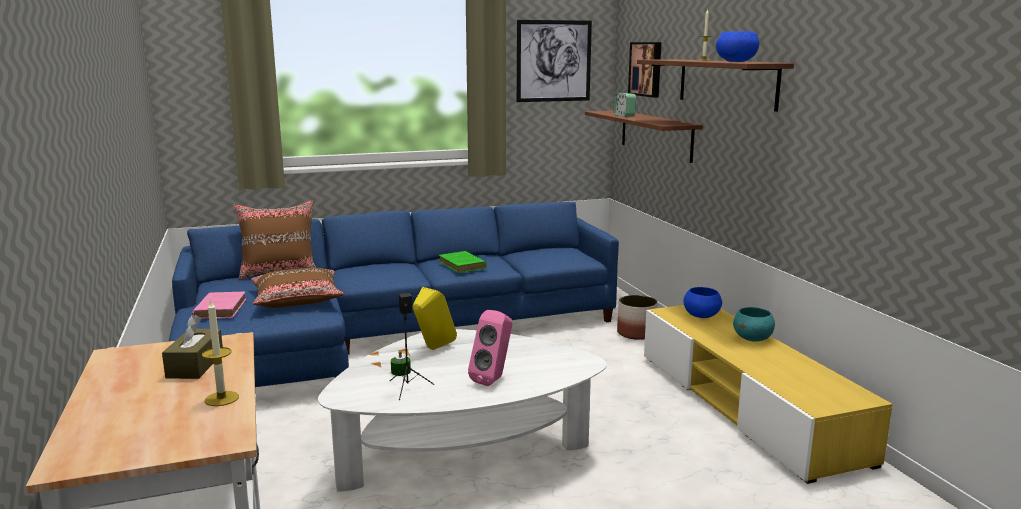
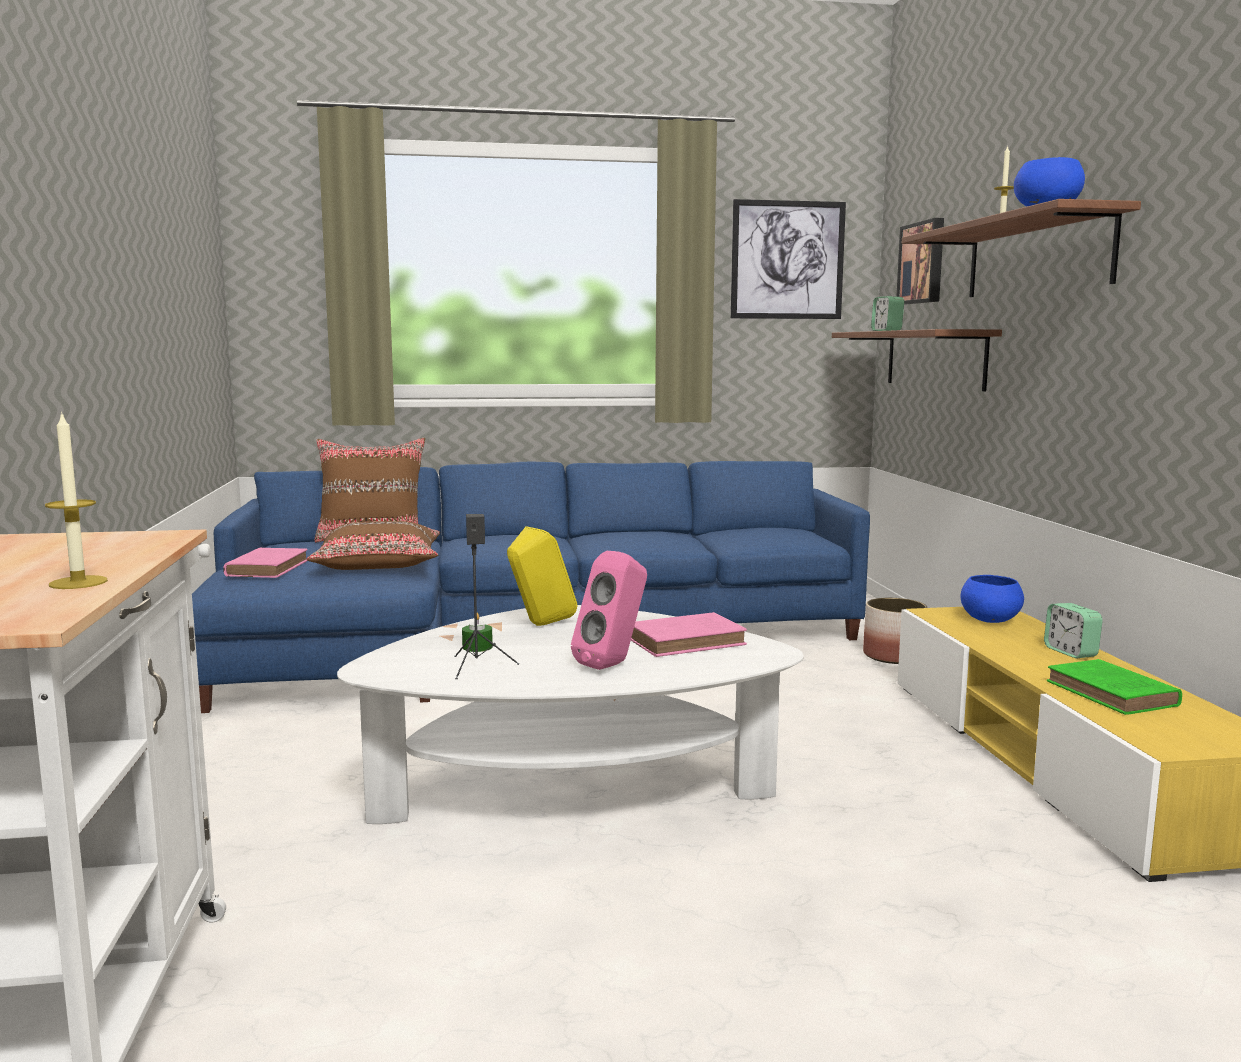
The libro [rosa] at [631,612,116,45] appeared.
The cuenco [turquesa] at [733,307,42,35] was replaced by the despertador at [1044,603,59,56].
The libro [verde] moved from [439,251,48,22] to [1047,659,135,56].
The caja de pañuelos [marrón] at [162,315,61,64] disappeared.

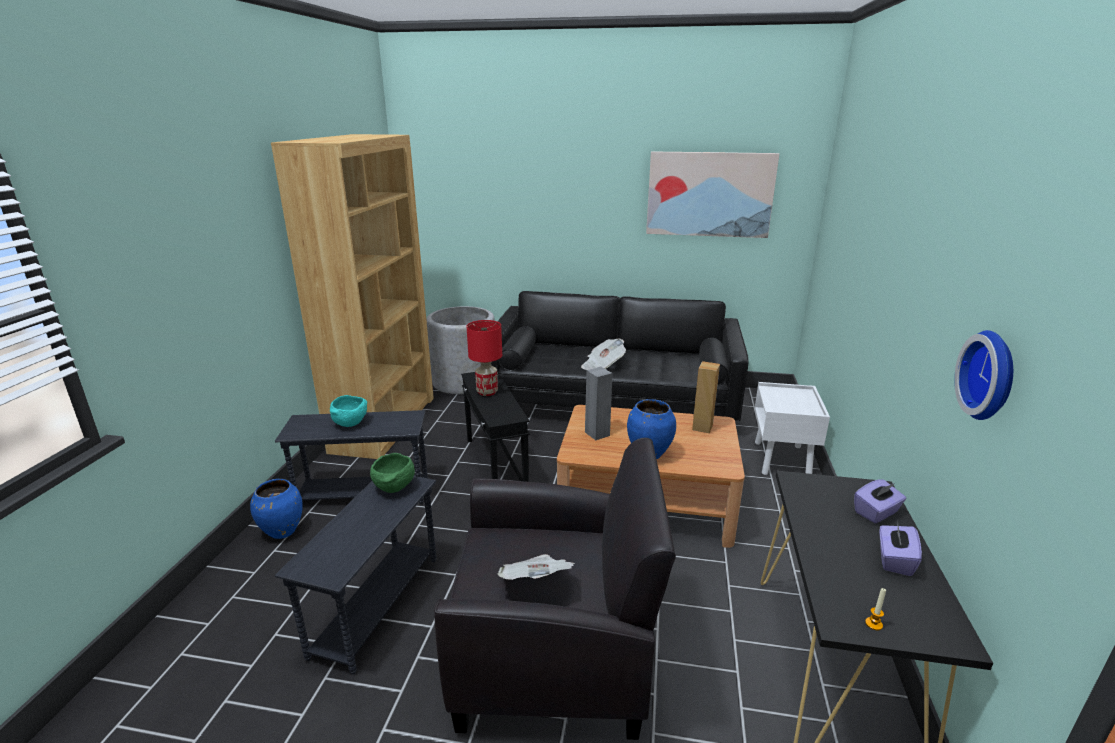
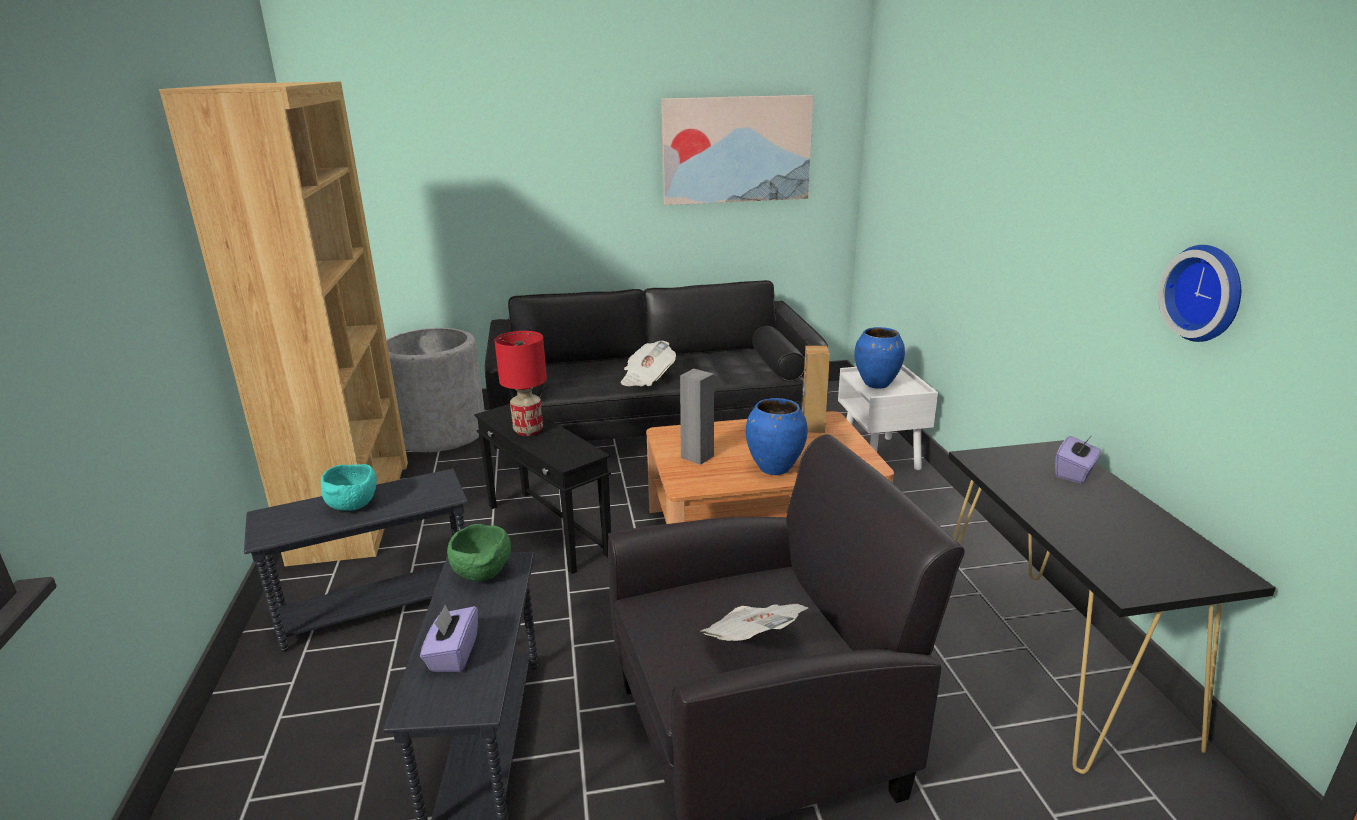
The caja de pañuelos [morado] moved from [879,520,43,56] to [420,605,58,67].
The florero [azul] moved from [250,479,53,60] to [854,327,51,62].
The vela at [865,588,21,42] disappeared.

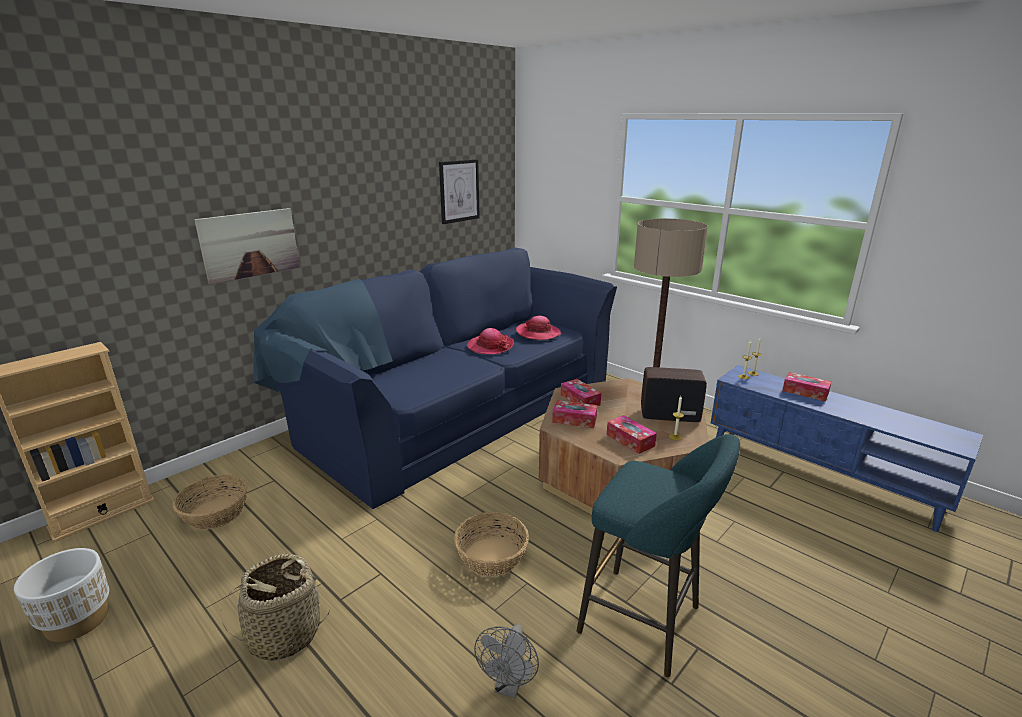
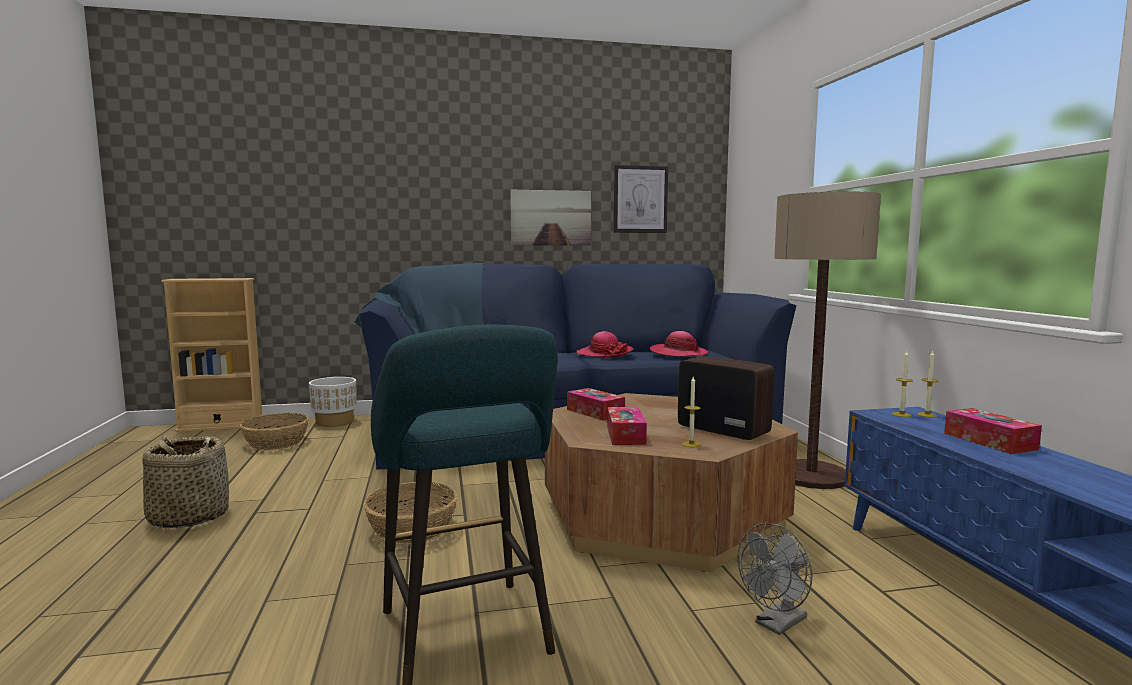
The maceta [blanco] moved from [14,548,95,94] to [309,377,48,50].
The cuadro moved from [194,208,105,76] to [510,190,81,55].
The ventilador [gris] moved from [474,624,65,75] to [738,523,75,112].
The caja de pañuelos at [561,379,40,27] disappeared.

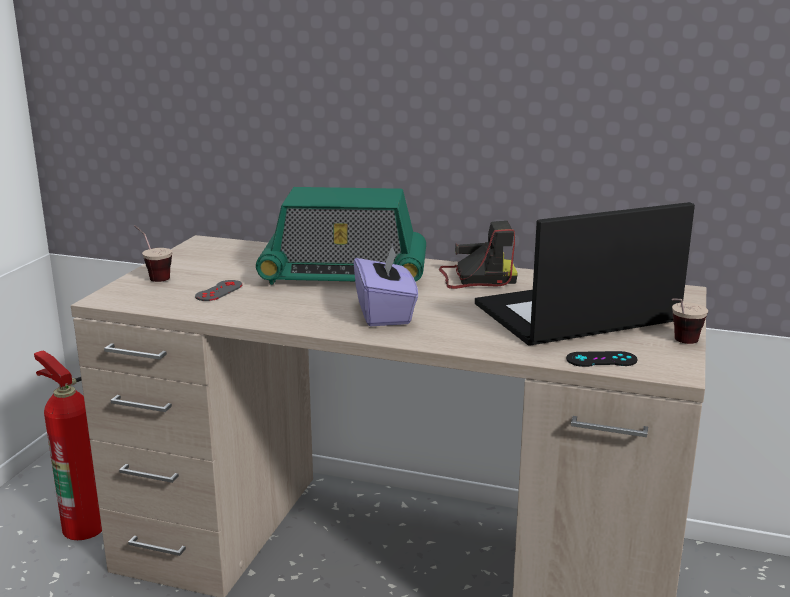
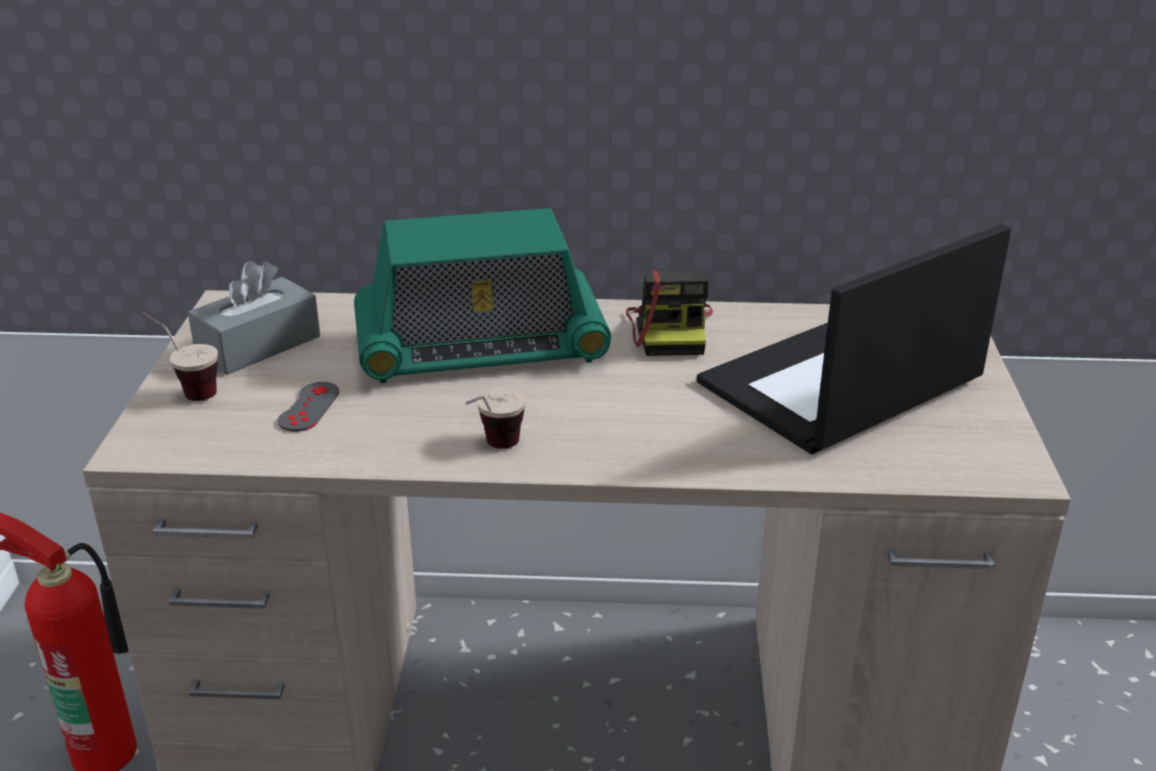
The caja de pañuelos [gris] at [188,261,132,114] appeared.
The taza moved from [672,298,36,46] to [466,388,60,61].
The cámara at [439,221,79,68] turned 105 degrees clockwise.
The caja de pañuelos [morado] at [353,244,65,83] disappeared.
The mando de consola [negro] at [566,351,71,16] disappeared.

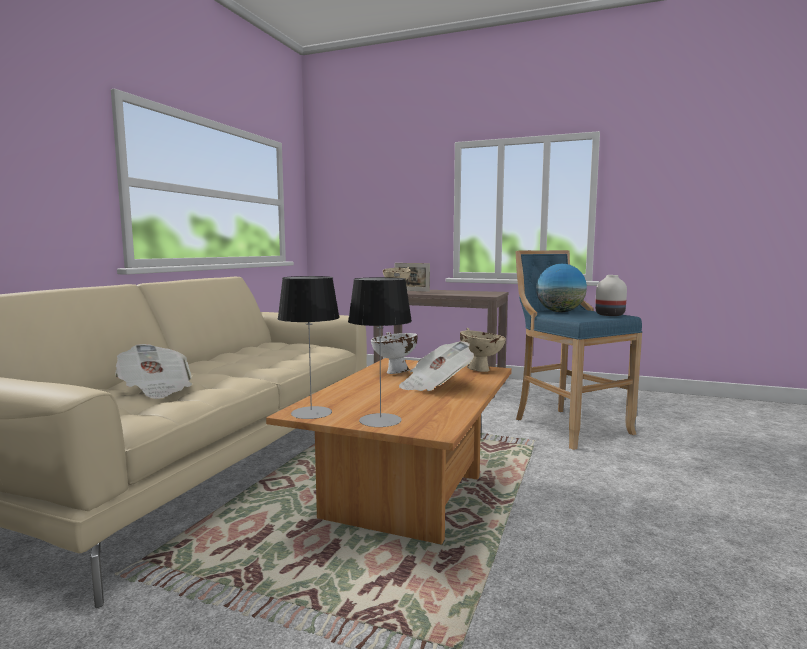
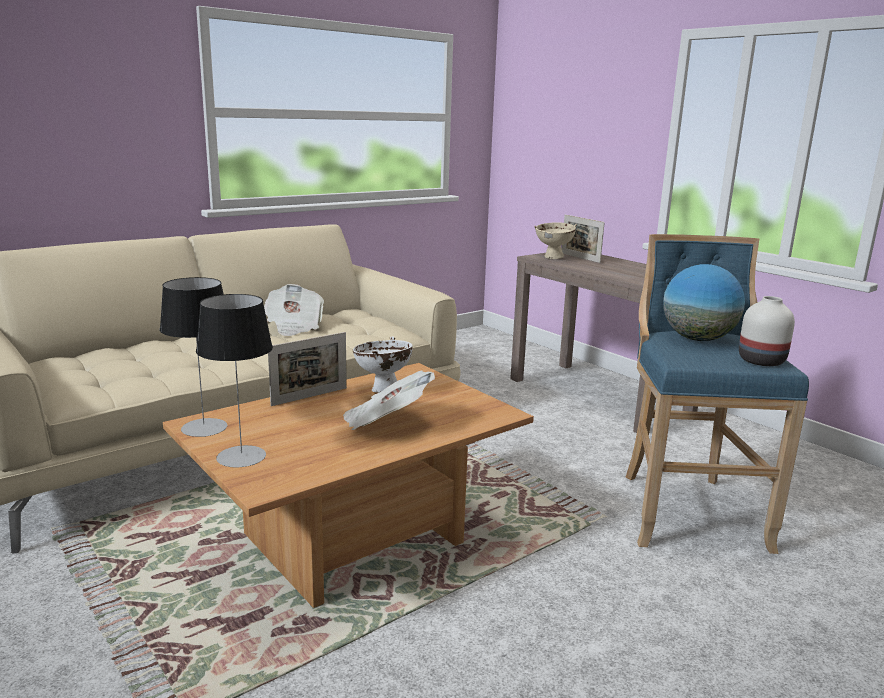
The periódico moved from [115,344,77,55] to [264,284,60,52].
The portarretratos at [268,332,79,74] appeared.
The cuenco [beis] at [460,328,46,44] disappeared.

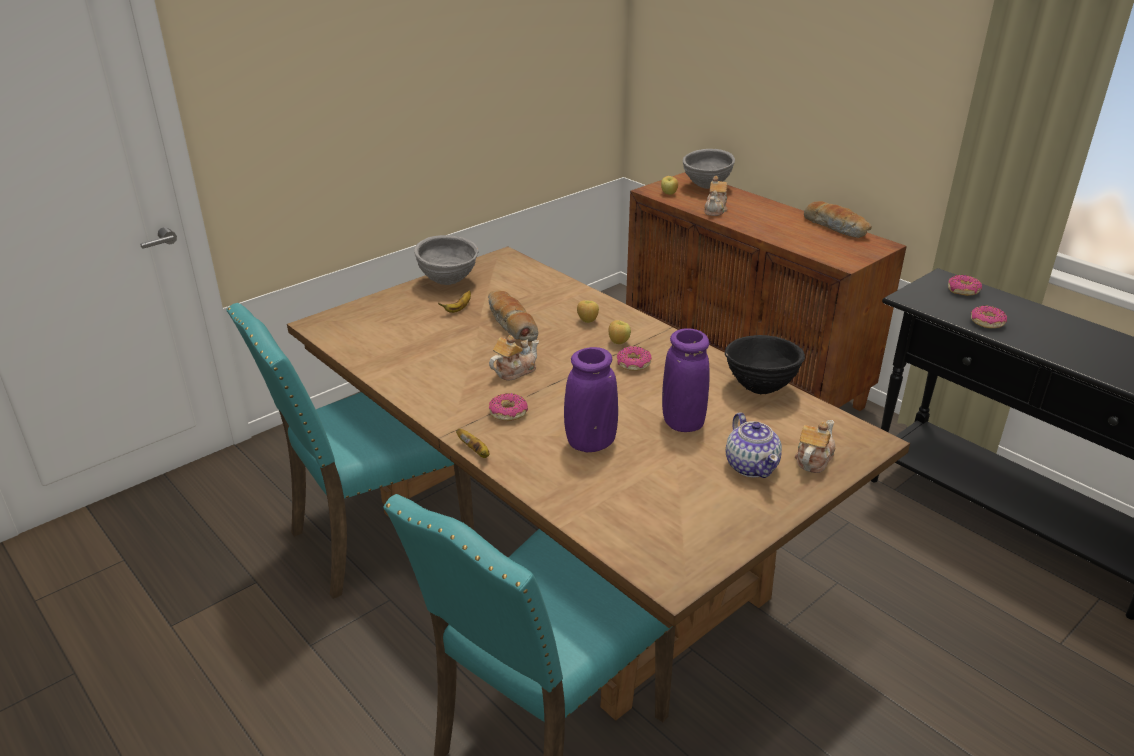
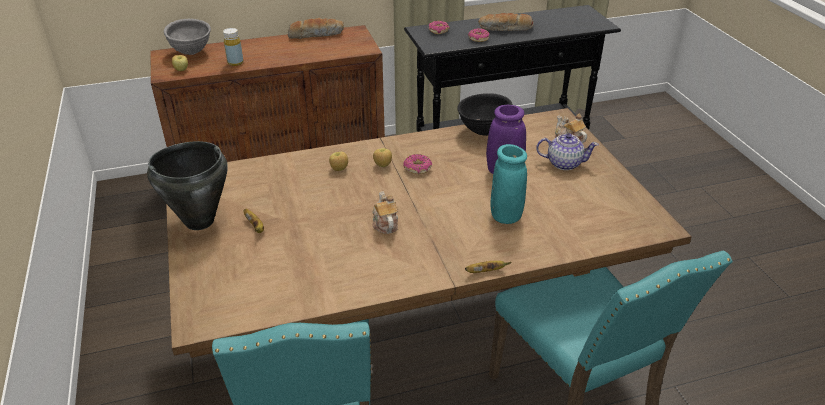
The cuenco [gris] at [414,235,64,50] was replaced by the olla [negro] at [147,141,81,89].
The tetera at [704,176,24,40] was replaced by the botella [amarillo] at [223,28,20,38].
The pan moved from [488,291,50,51] to [478,13,56,18].
The florero [morado] at [564,347,54,105] became the florero [turquesa] at [490,144,37,80].
The rosquilla at [489,393,39,28] disappeared.

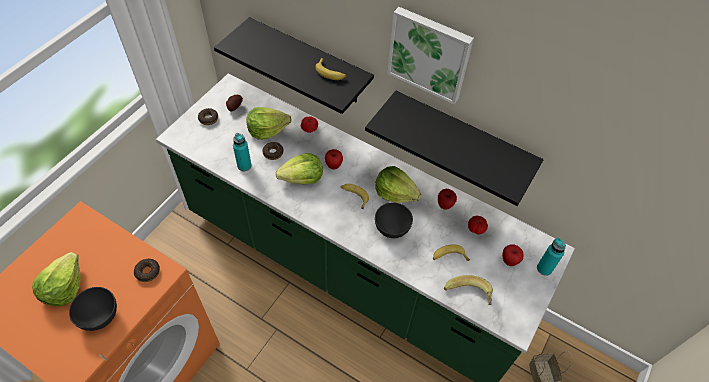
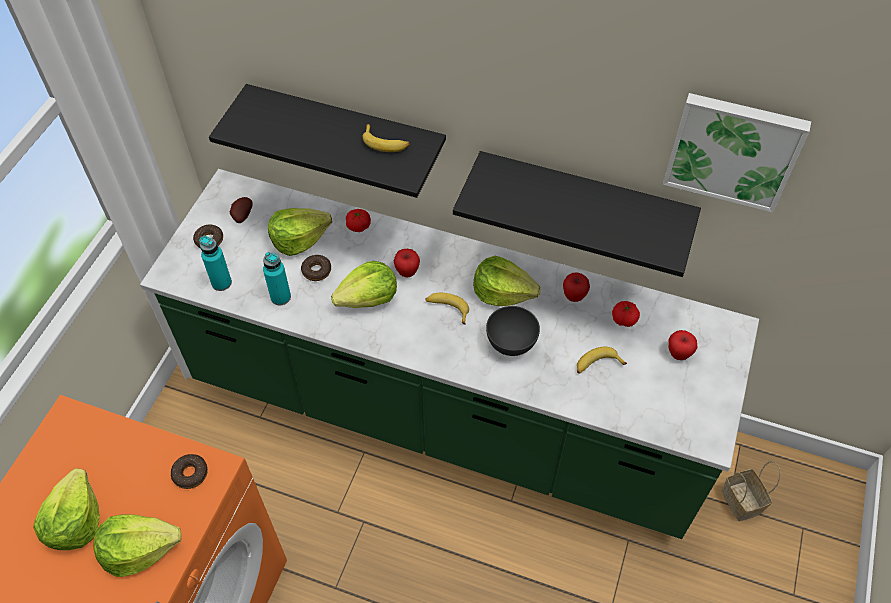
The cuenco [gris] at [69,287,48,44] was replaced by the lechuga at [93,514,89,63].
The botella [turquesa] moved from [537,238,29,38] to [199,236,33,55].
The cuadro moved from [387,7,87,97] to [663,93,148,120].
The plátano at [444,275,49,30] disappeared.

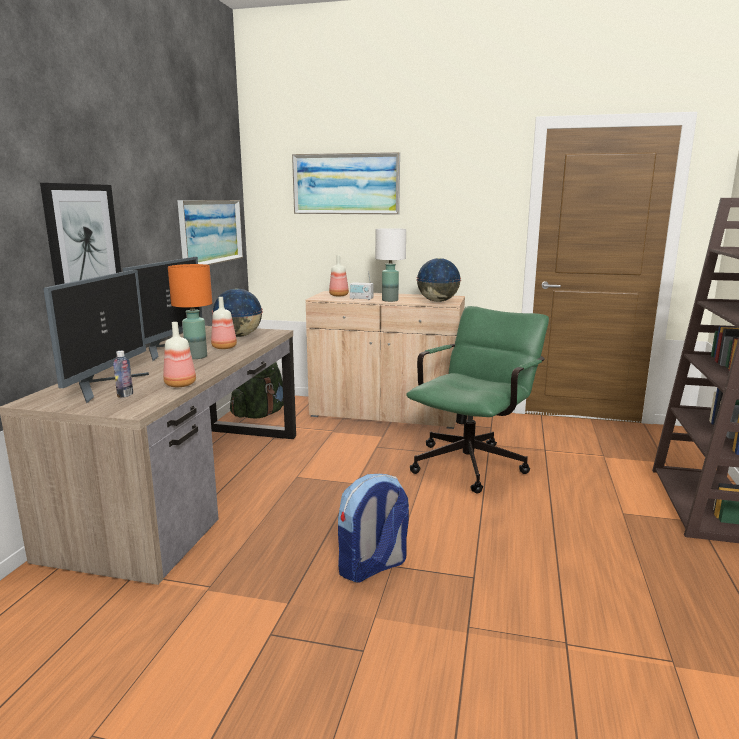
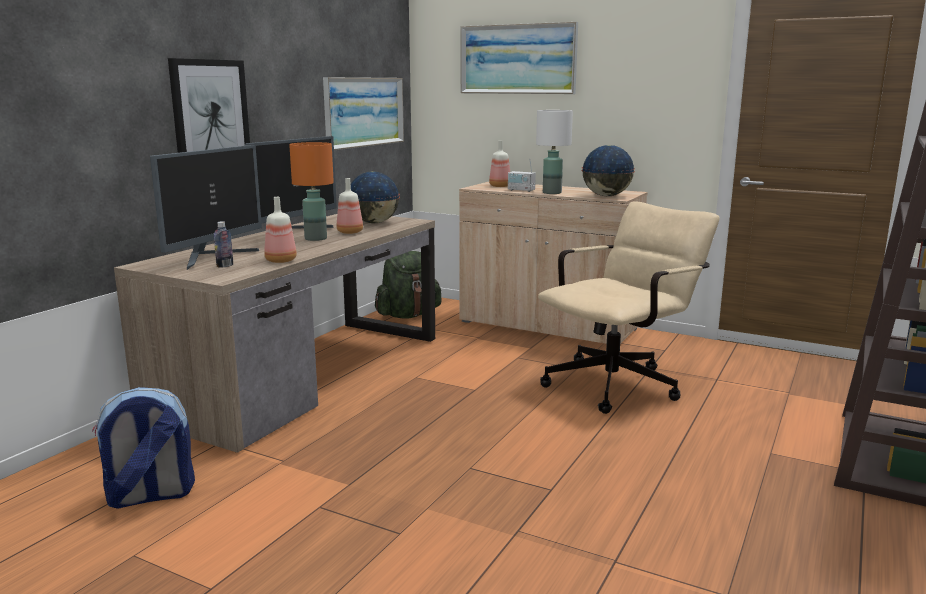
The mochila moved from [338,474,71,109] to [92,387,103,122].
The silla de oficina [verde] at [406,306,143,187] became the silla de oficina [beis] at [538,201,182,213].

